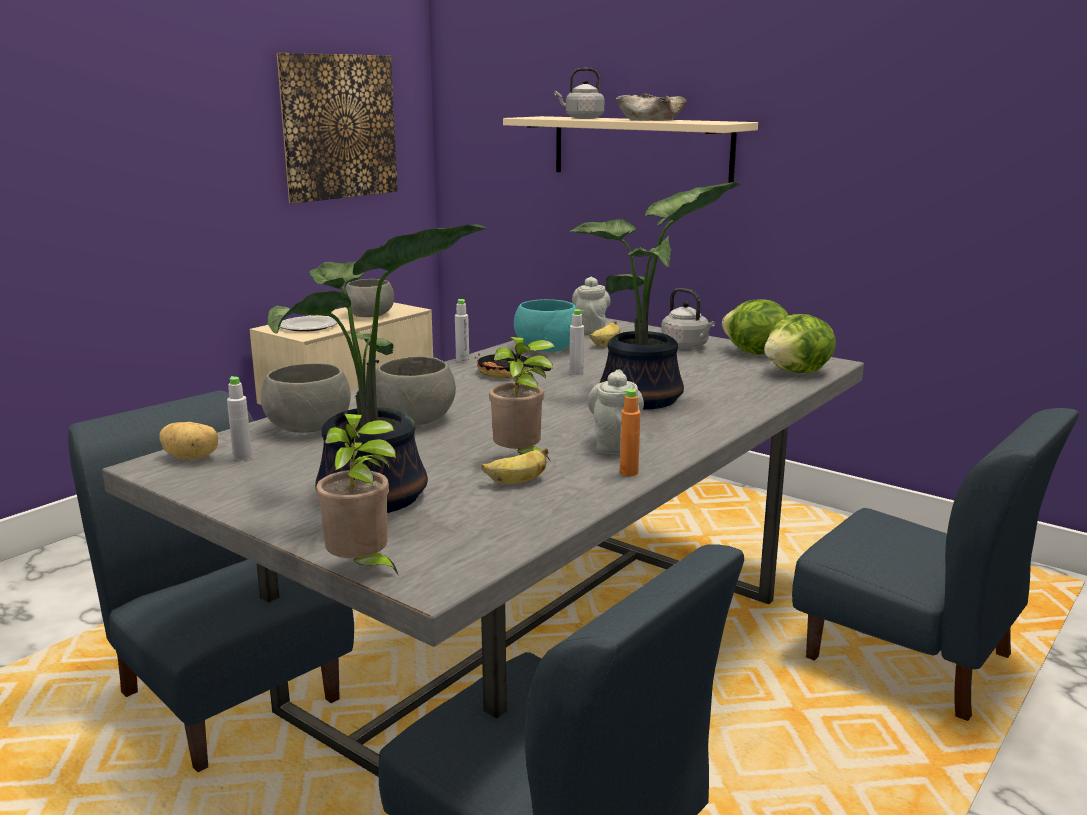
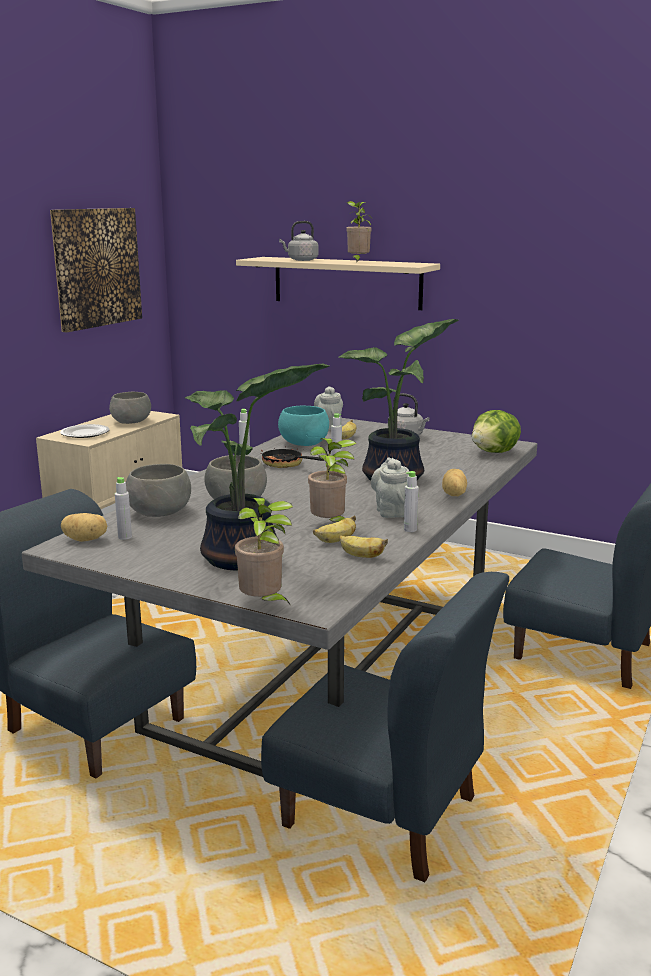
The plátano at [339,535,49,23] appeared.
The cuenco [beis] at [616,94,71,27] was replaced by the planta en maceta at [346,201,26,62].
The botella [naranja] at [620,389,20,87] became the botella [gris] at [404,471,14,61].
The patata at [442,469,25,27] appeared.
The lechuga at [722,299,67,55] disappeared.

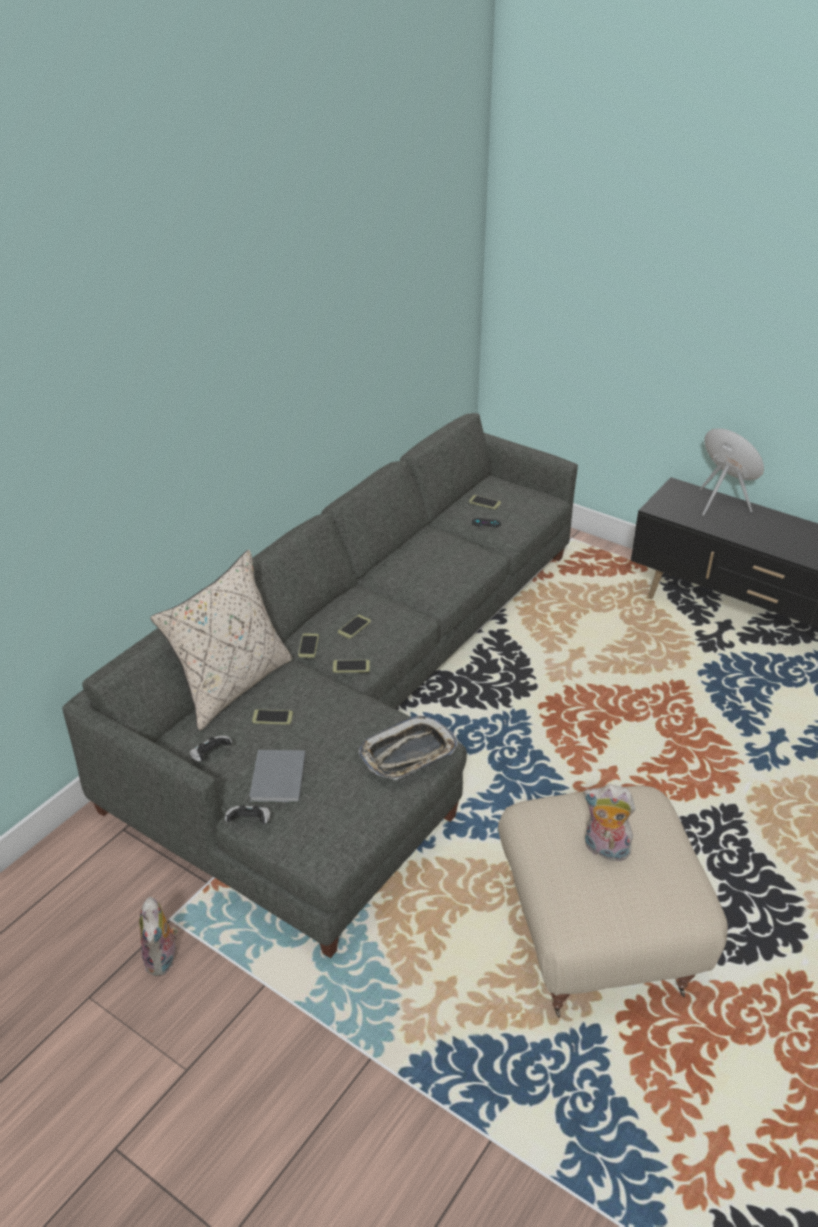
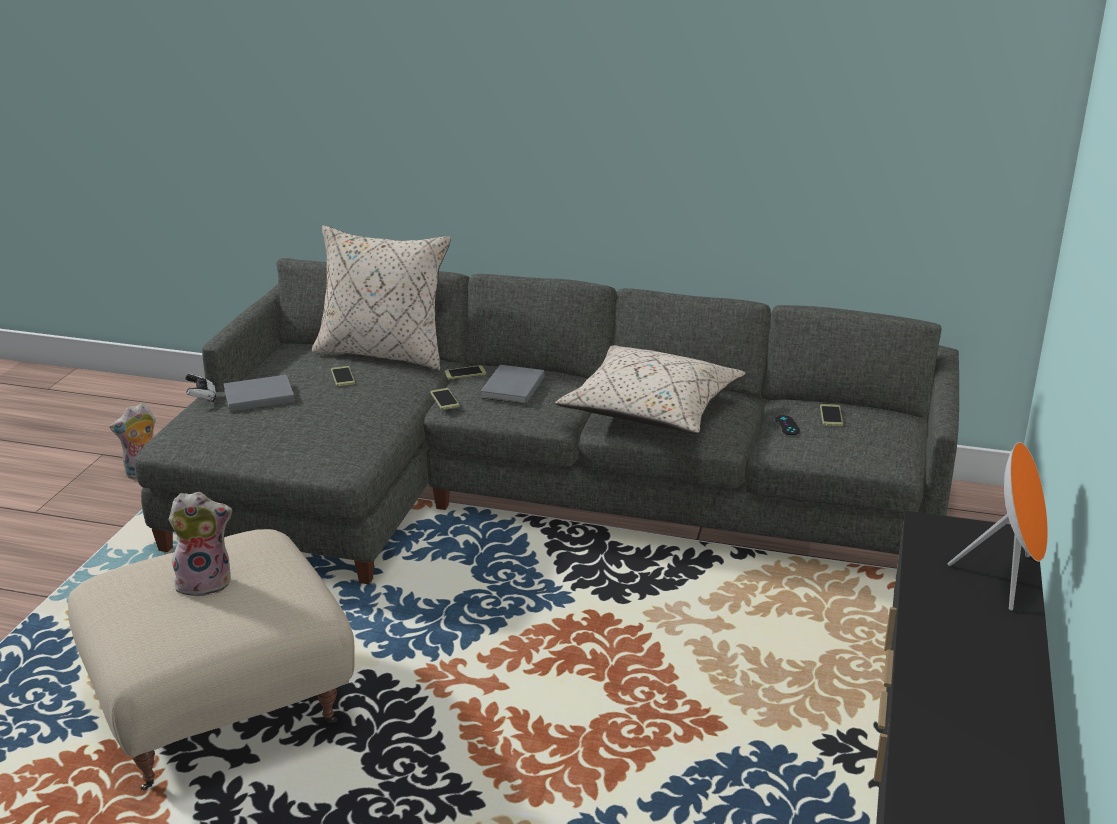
The peluche at [583,785,53,76] turned 75 degrees clockwise.
The móvil at [338,615,33,24] was replaced by the libro [gris] at [480,365,64,39].
The cojín [beis] at [555,345,190,89] appeared.
The mando de consola at [190,736,42,26] disappeared.
The bandeja at [358,716,100,64] disappeared.

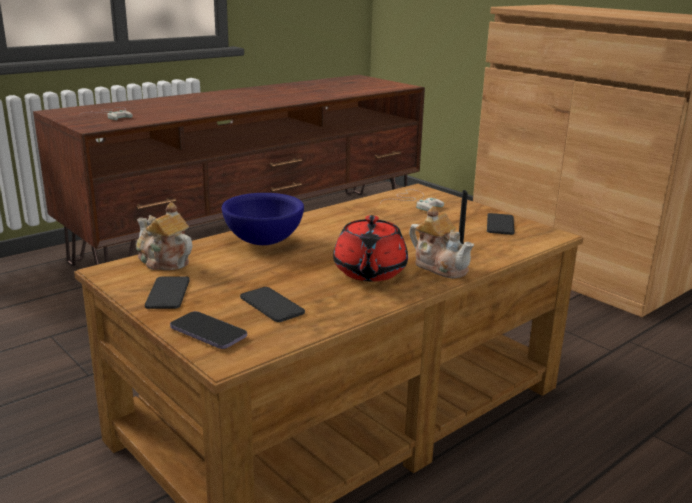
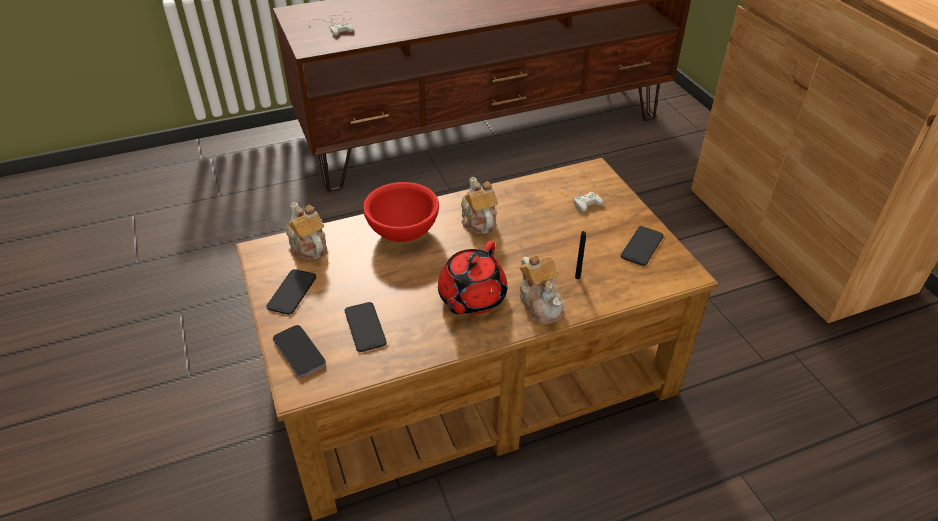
The cuenco [azul] at [221,193,83,52] became the cuenco [rojo] at [363,182,76,60].
The tetera at [461,177,37,57] appeared.

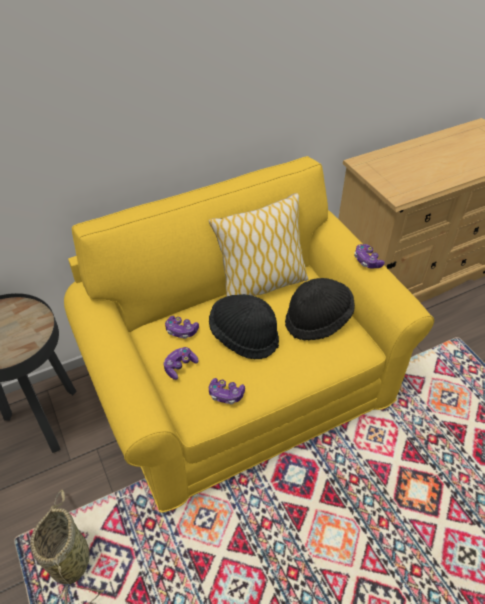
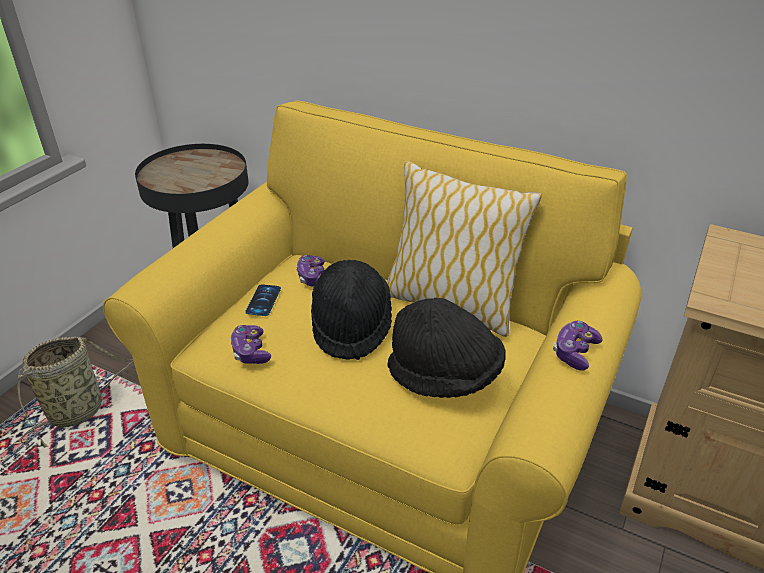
The mando de consola at [163,347,36,33] was replaced by the móvil at [245,284,36,32].

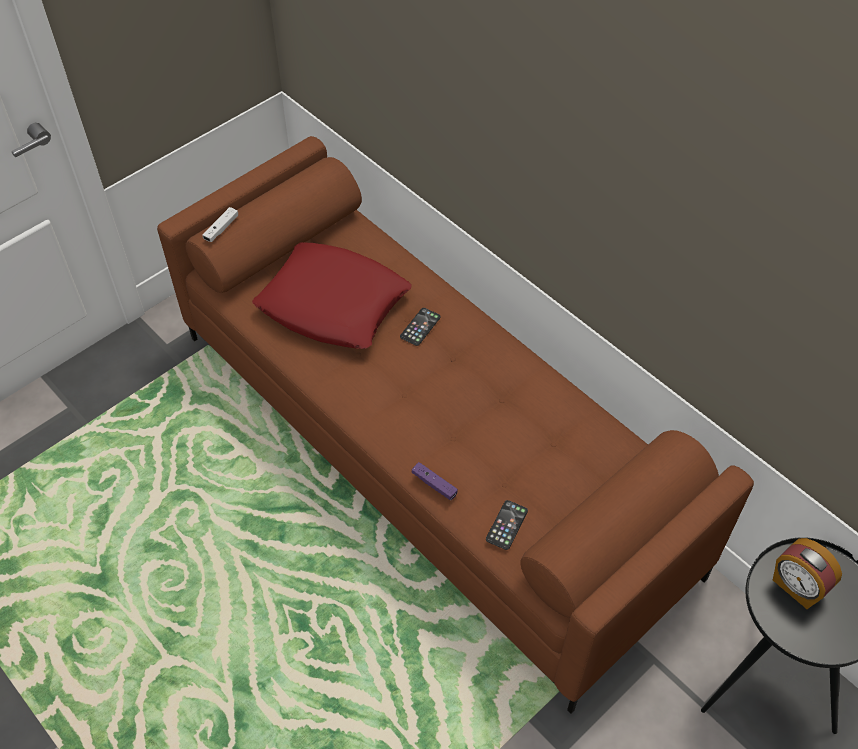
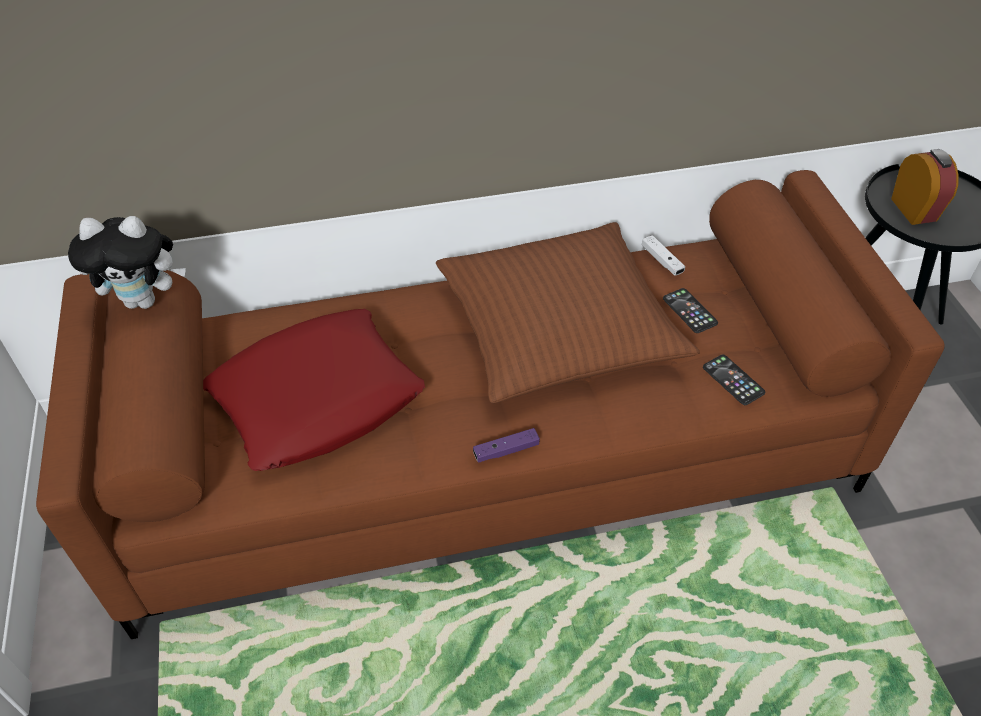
The peluche at [68,216,118,93] appeared.
The cojín [marrón] at [436,222,264,181] appeared.
The mando de consola [morado] moved from [412,462,46,38] to [473,428,67,34].
The mando de consola [blanco] moved from [202,207,36,35] to [642,235,43,41].
The móvil moved from [400,308,41,38] to [663,288,55,45].
The despertador at [773,538,69,71] turned 90 degrees counterclockwise.

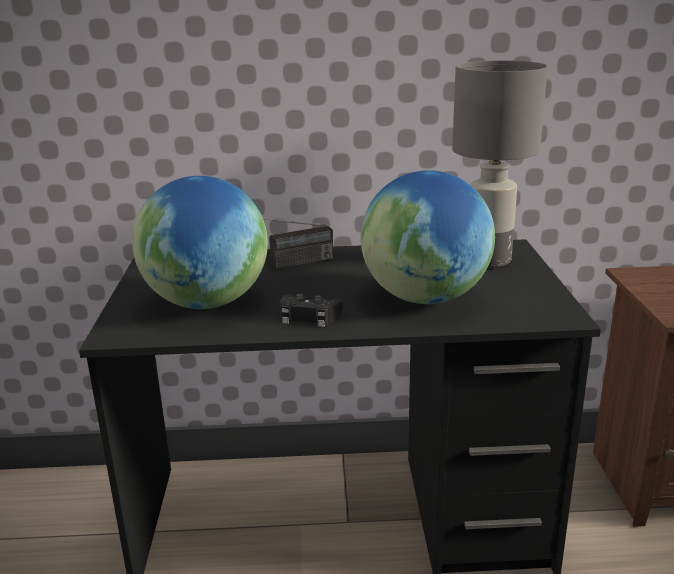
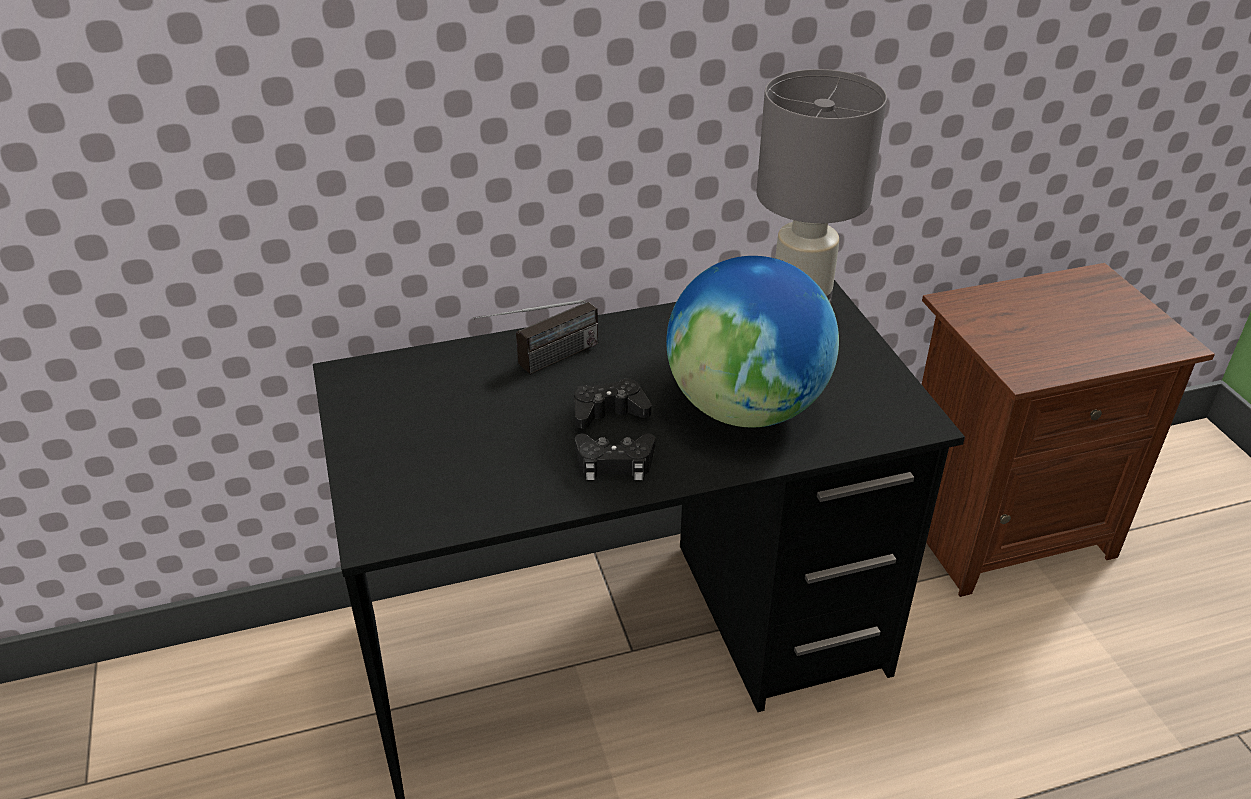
The mando de consola [negro] at [574,378,77,51] appeared.
The globo terráqueo at [132,176,136,133] disappeared.

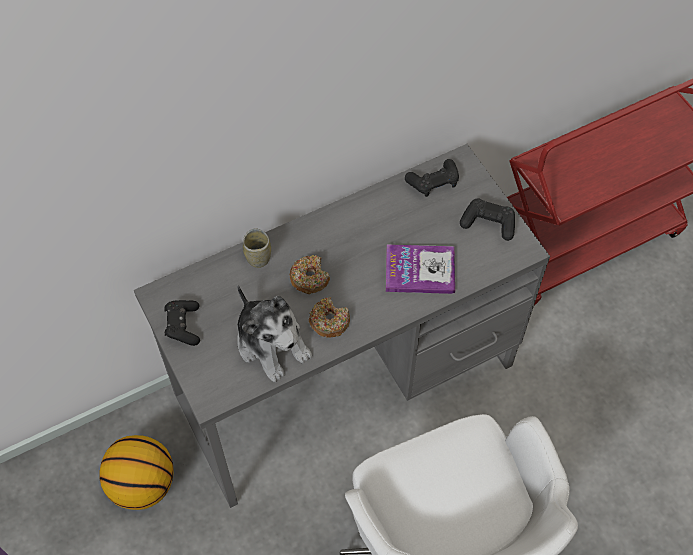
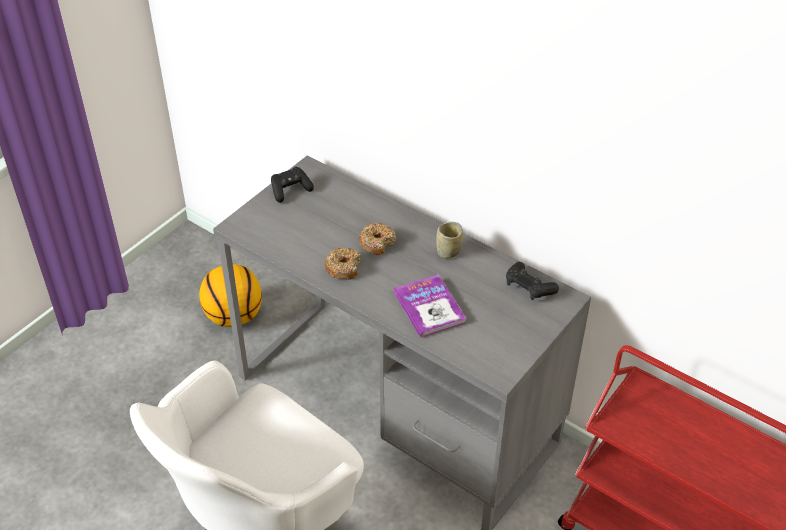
The taza moved from [243,229,28,39] to [436,222,27,36].
The peluche at [237,285,75,97] disappeared.
The mando de consola [negro] at [460,198,55,43] disappeared.

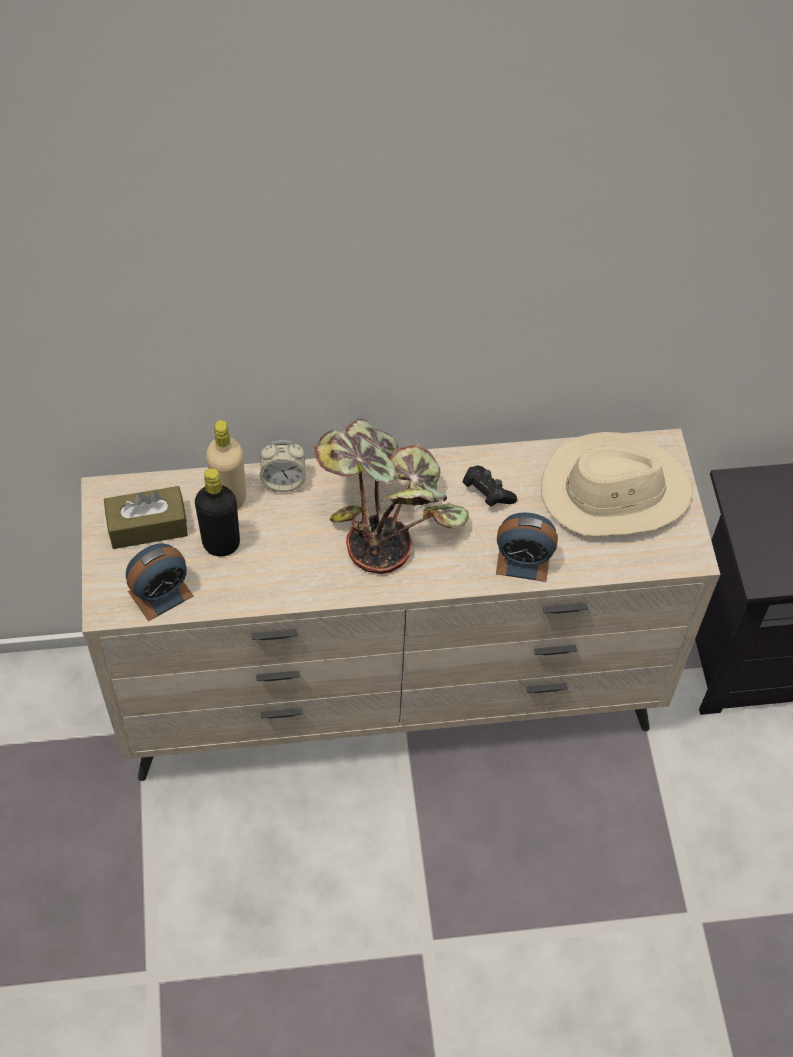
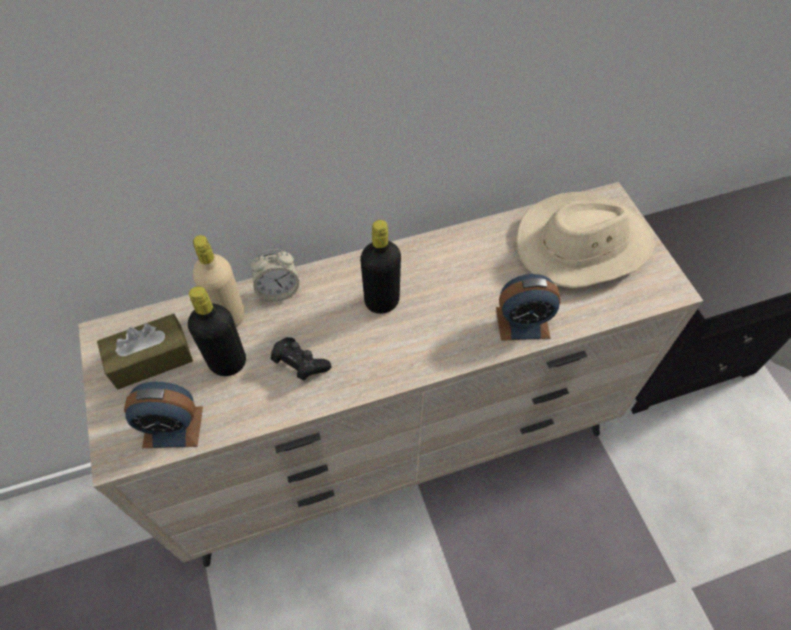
The despertador at [126,543,68,78] turned 45 degrees clockwise.
The mando de consola [negro] moved from [463,465,54,42] to [271,337,60,44].
The planta en maceta at [314,418,155,156] was replaced by the botella [negro] at [360,220,41,94].

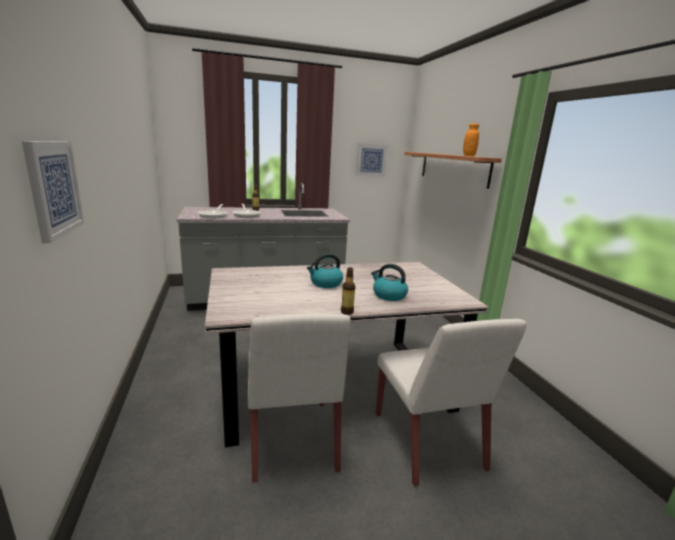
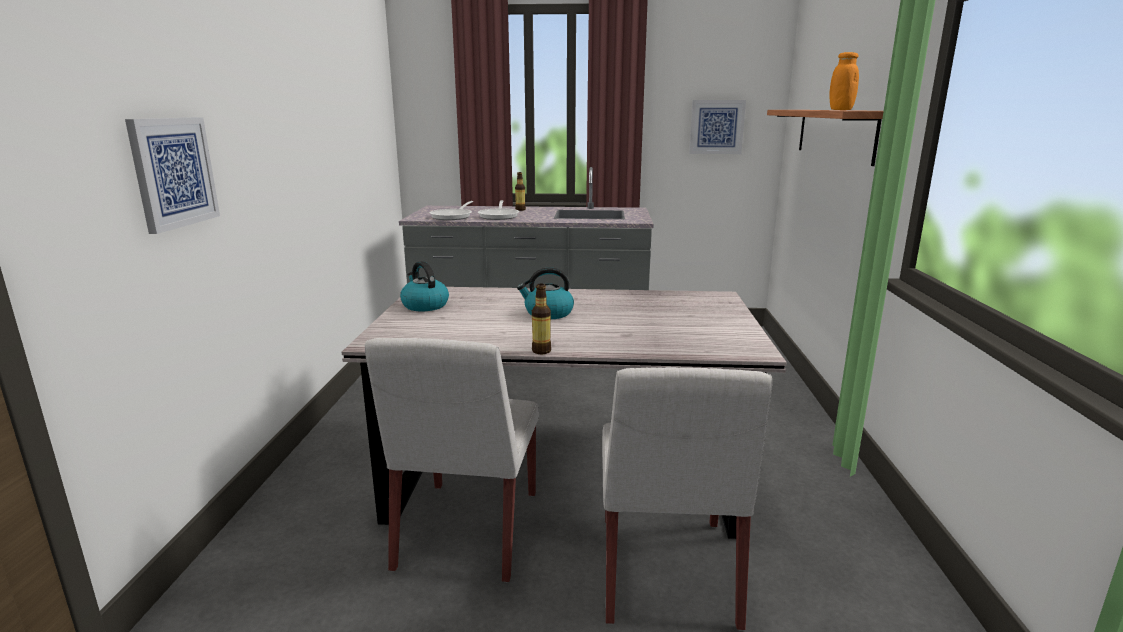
The hervidor moved from [371,264,37,37] to [400,261,49,50].

